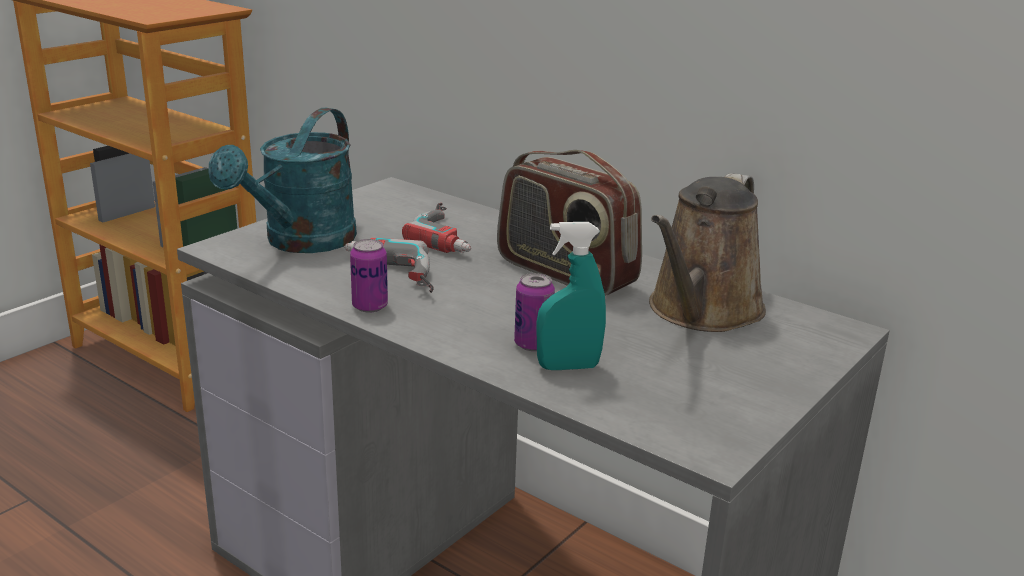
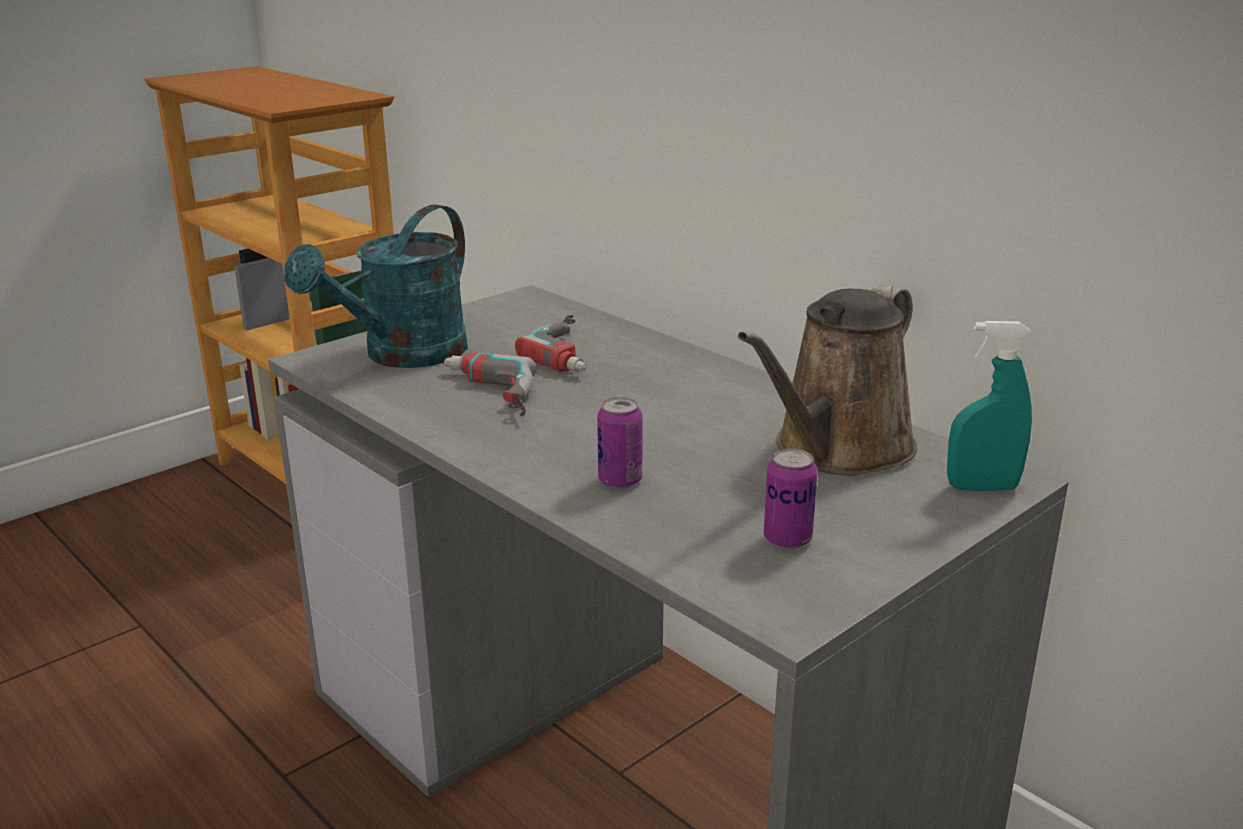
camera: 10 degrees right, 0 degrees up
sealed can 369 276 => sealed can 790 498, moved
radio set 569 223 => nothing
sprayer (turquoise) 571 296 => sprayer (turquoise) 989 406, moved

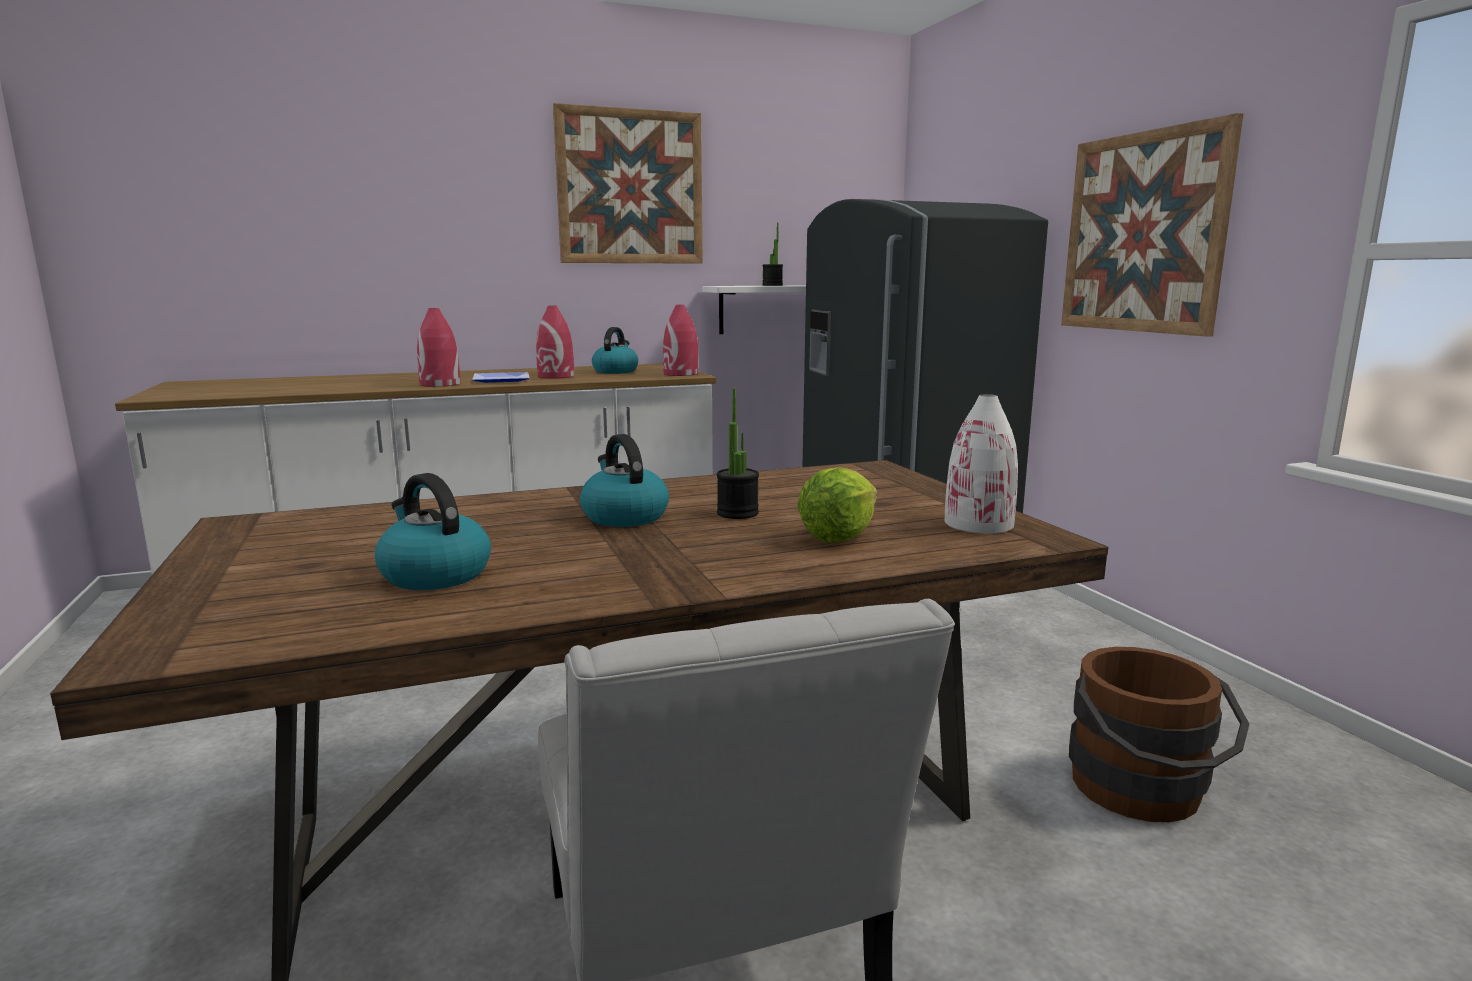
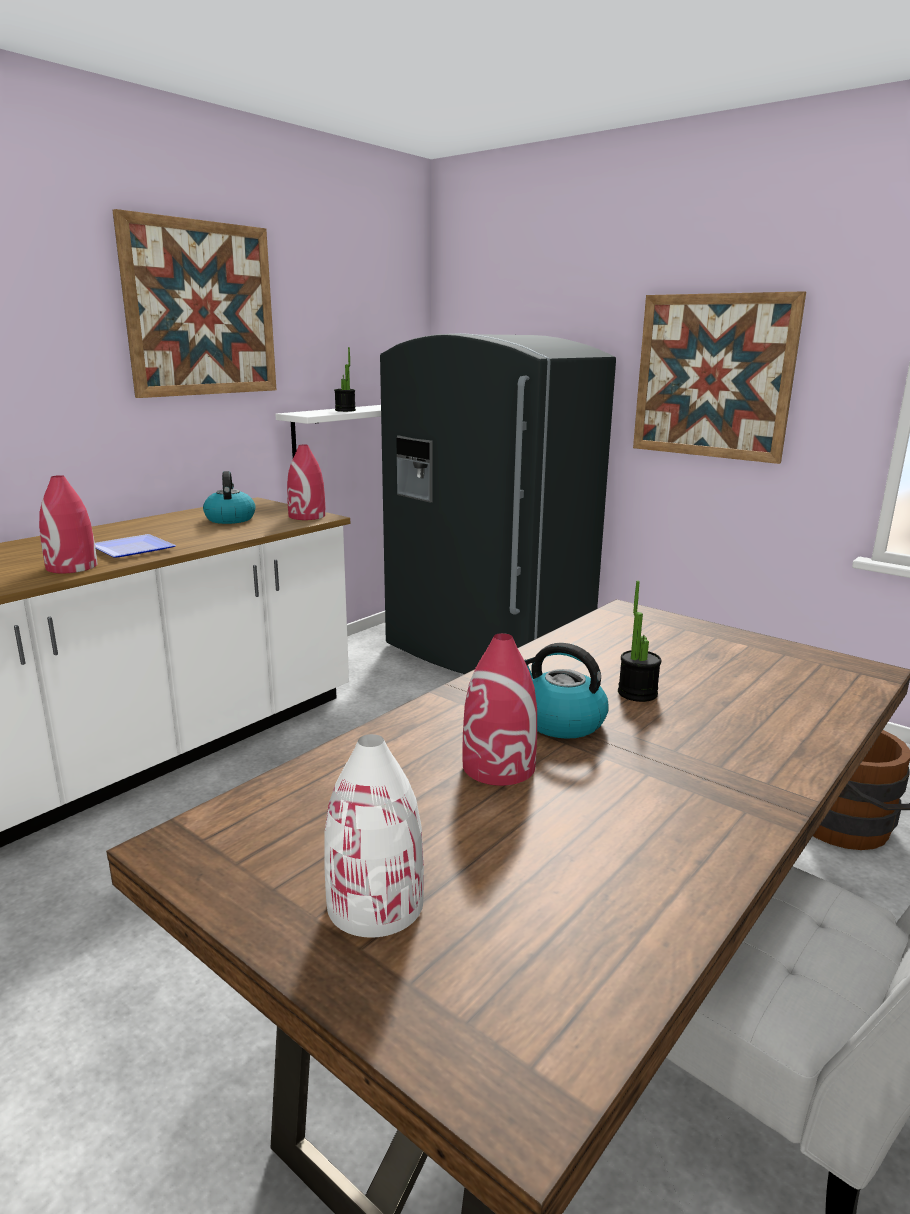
camera: 30 degrees left, 5 degrees up
kettle 433 531 => nothing
decorative vase (red) 555 342 => decorative vase (red) 499 709, moved
lettuce head 837 504 => nothing
decorative vase (white) 981 464 => decorative vase (white) 374 836, moved

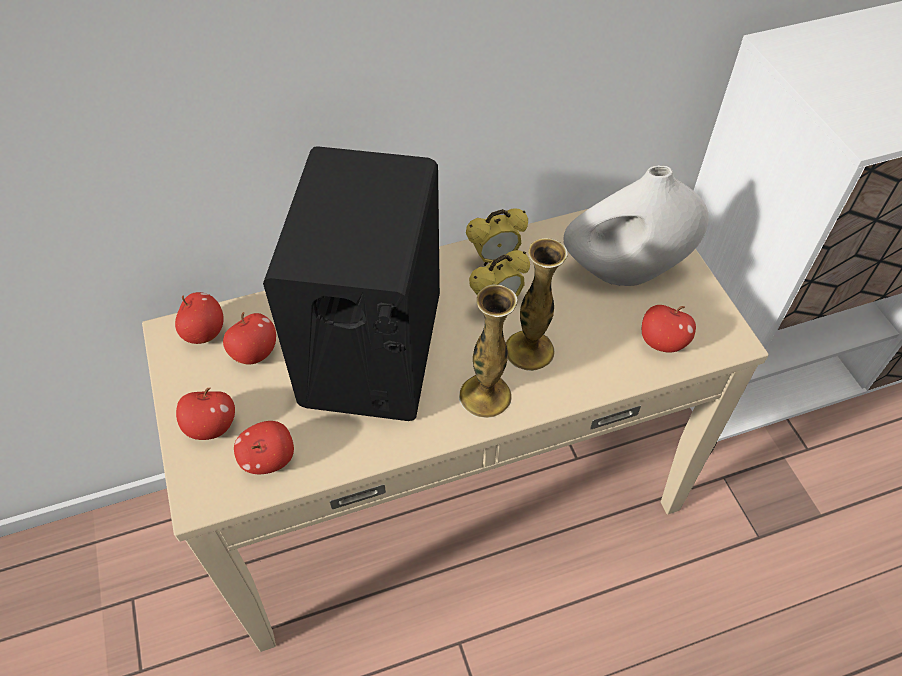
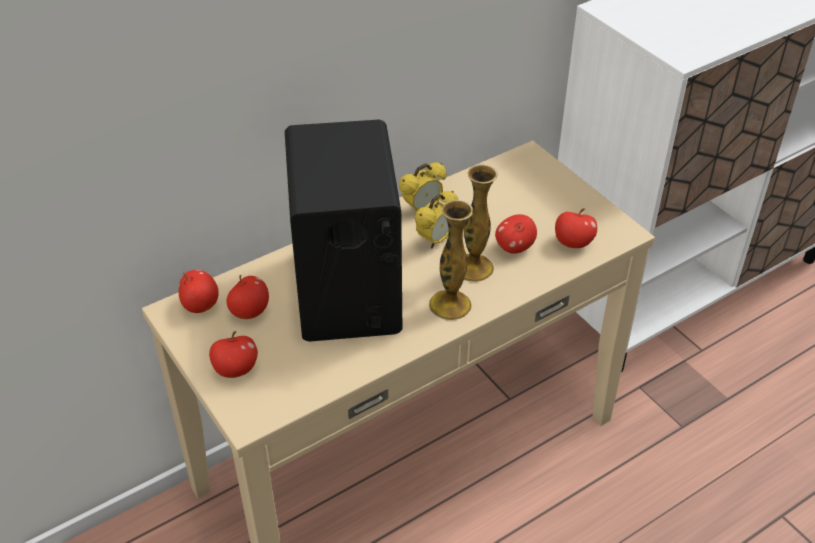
camera: 15 degrees left, 10 degrees down
apple 264 447 => apple 516 234, moved
decorative vase (white) 636 225 => nothing

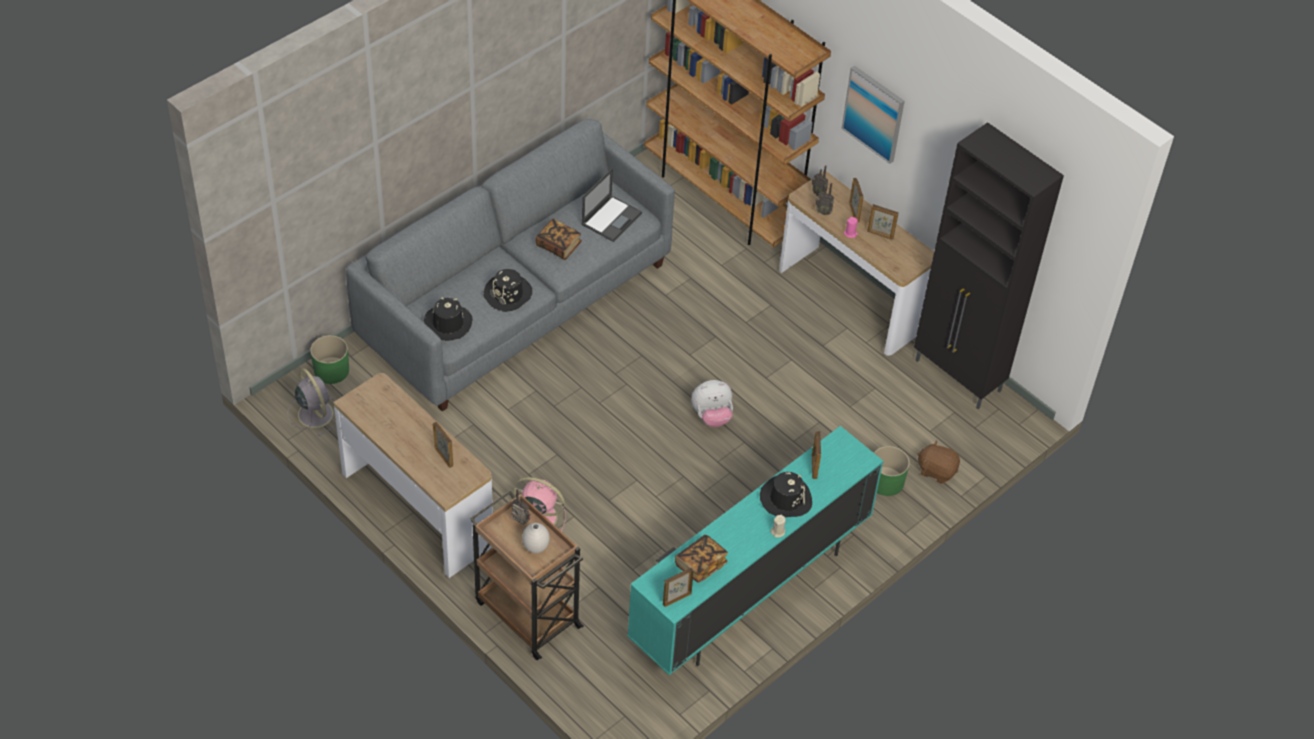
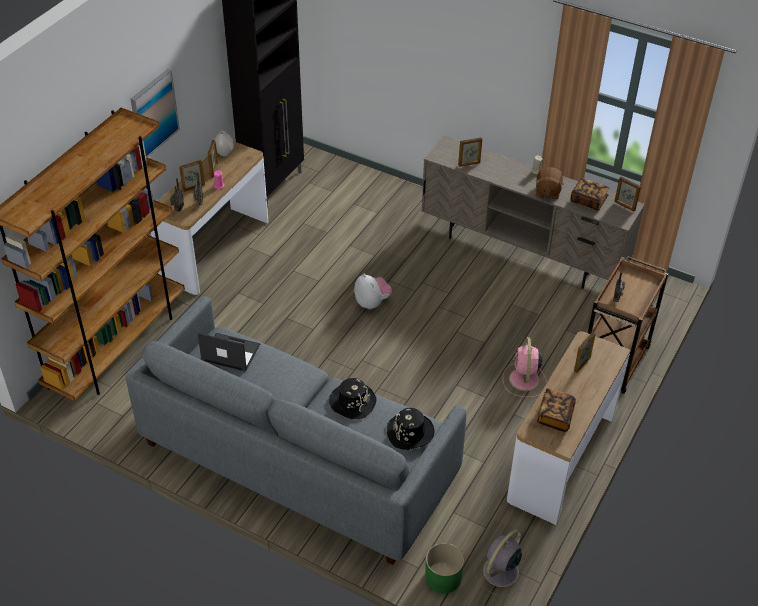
camera: 105 degrees left, 5 degrees down
decorative vase (white) 536 538 => decorative vase (white) 224 143, moved
book 559 239 => book 556 410, moved
tv unit (turquoise) 755 550 => tv unit (beige) 533 212
wearable hat (black) 786 494 => nothing
planter (green) 892 471 => nothing
soft toy (brownish) 938 461 => soft toy (brownish) 549 183, moved

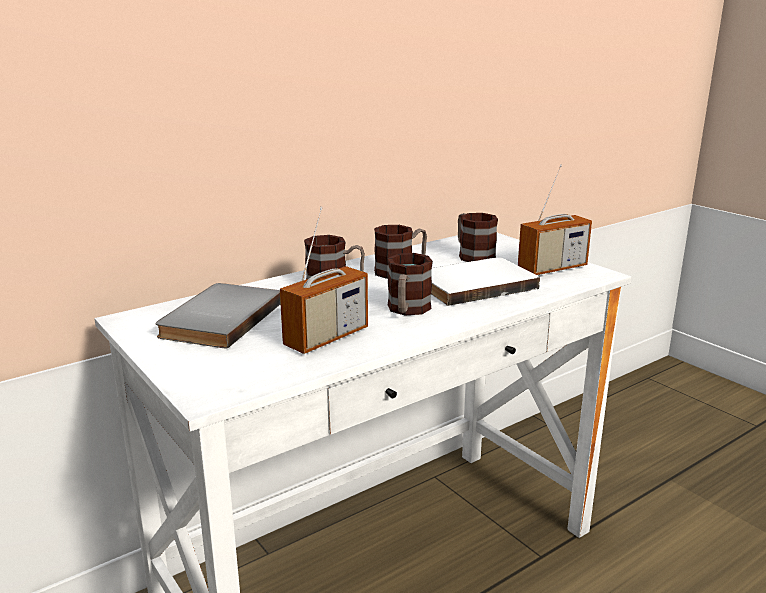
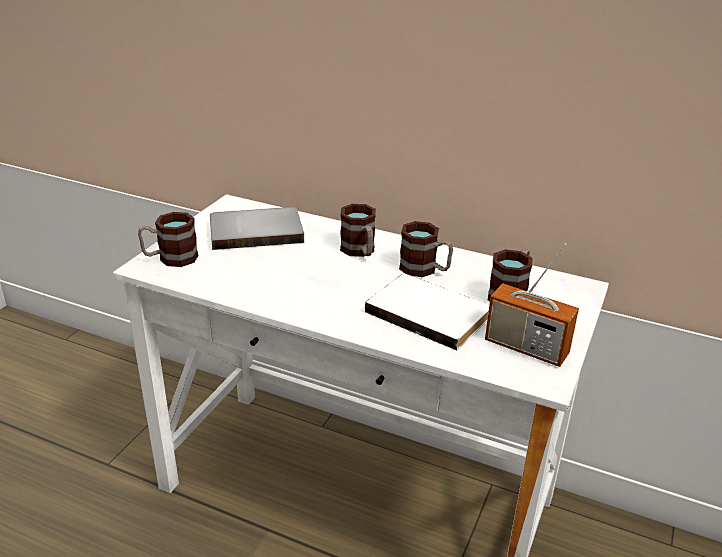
camera: 60 degrees right, 10 degrees up
radio set 324 280 => nothing
mug 410 284 => mug 168 239, moved

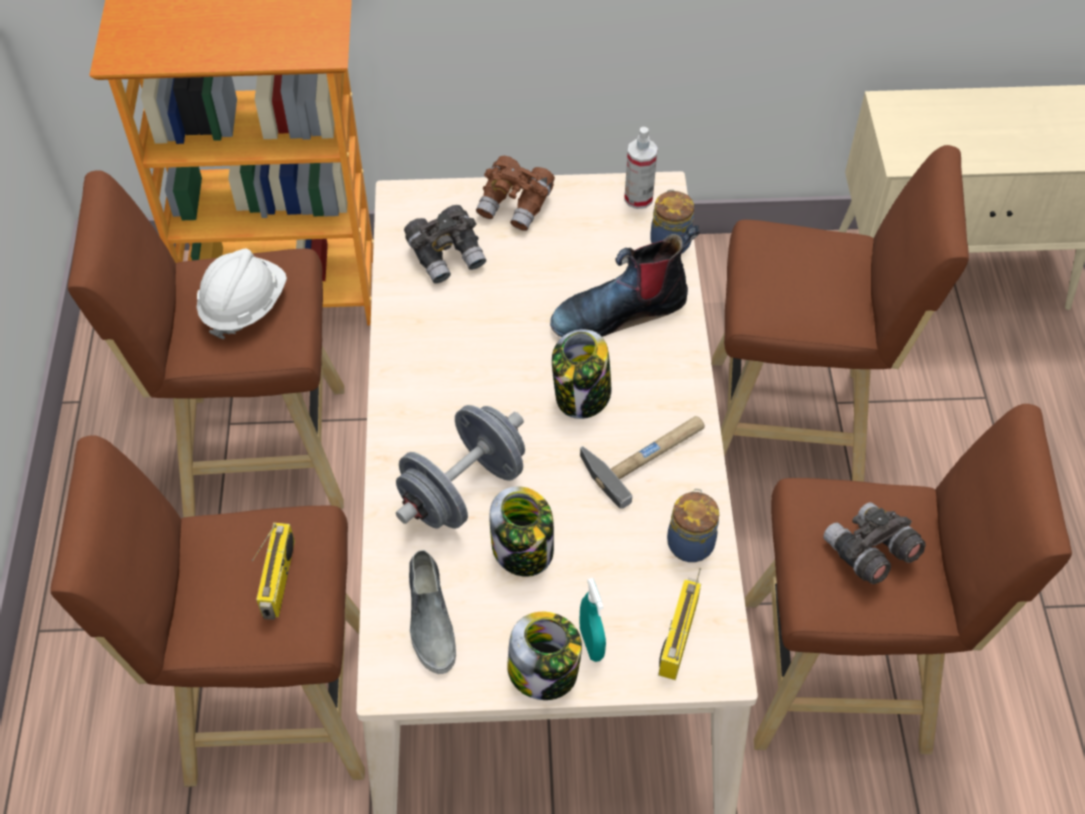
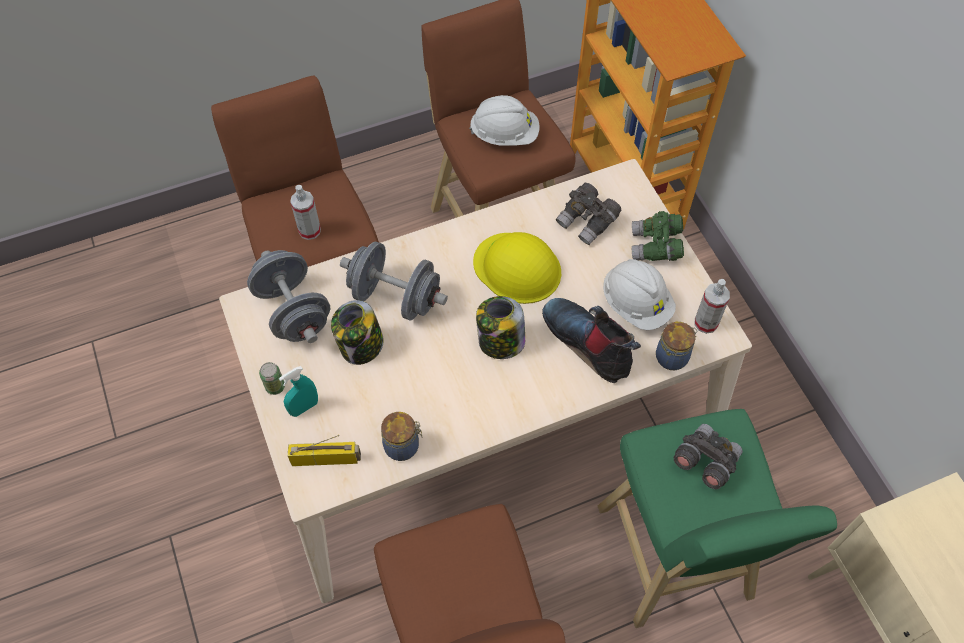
camera: 70 degrees right, 5 degrees up
radio set 273 571 => sprayer 305 212
shoe (gray) 432 612 => hand weight (gray) 288 296
field glasses (brownish) 515 193 => field glasses (green) 658 236
jar 544 656 => sealed can 272 378
hand hammer 642 462 => nothing
stool seat (brownish) 840 313 => stool seat (green) 717 518
field glasses (gray) 874 543 => field glasses (gray) 708 456, moved
nothing => hard hat (yellow) 517 268
nothing => hard hat (white) 639 294

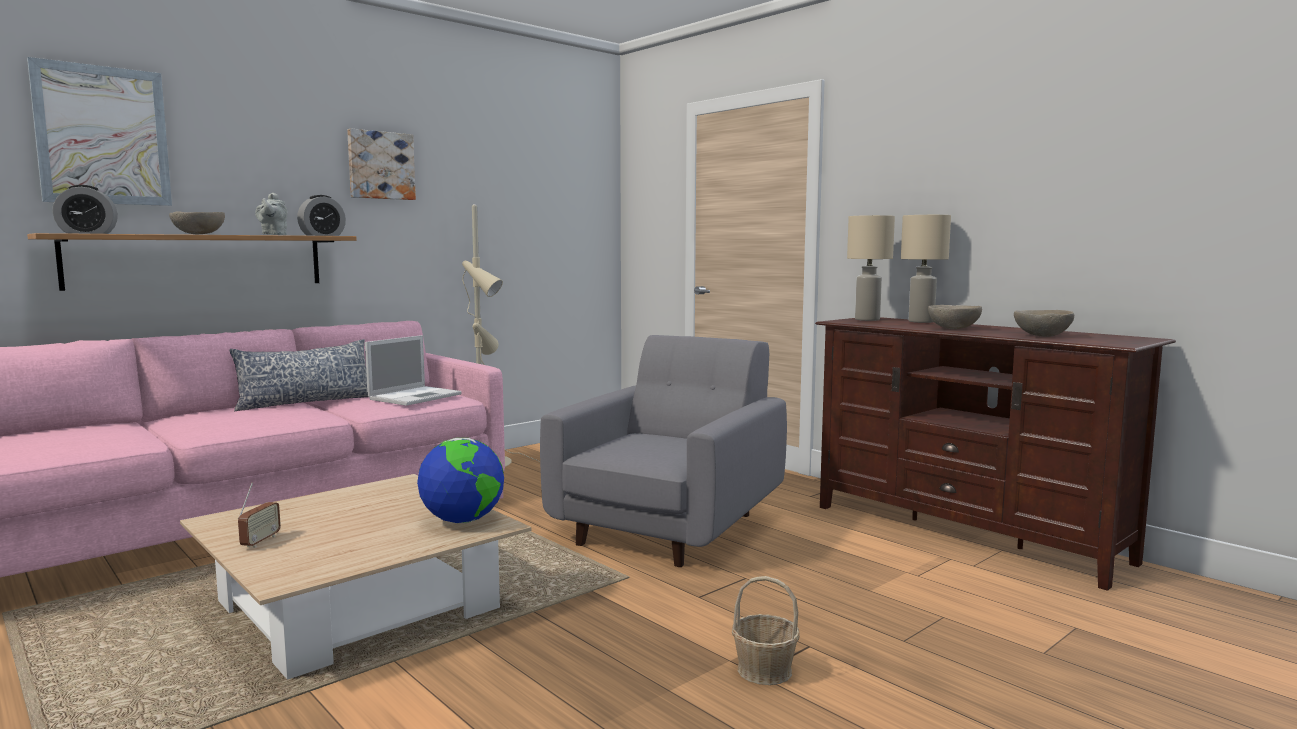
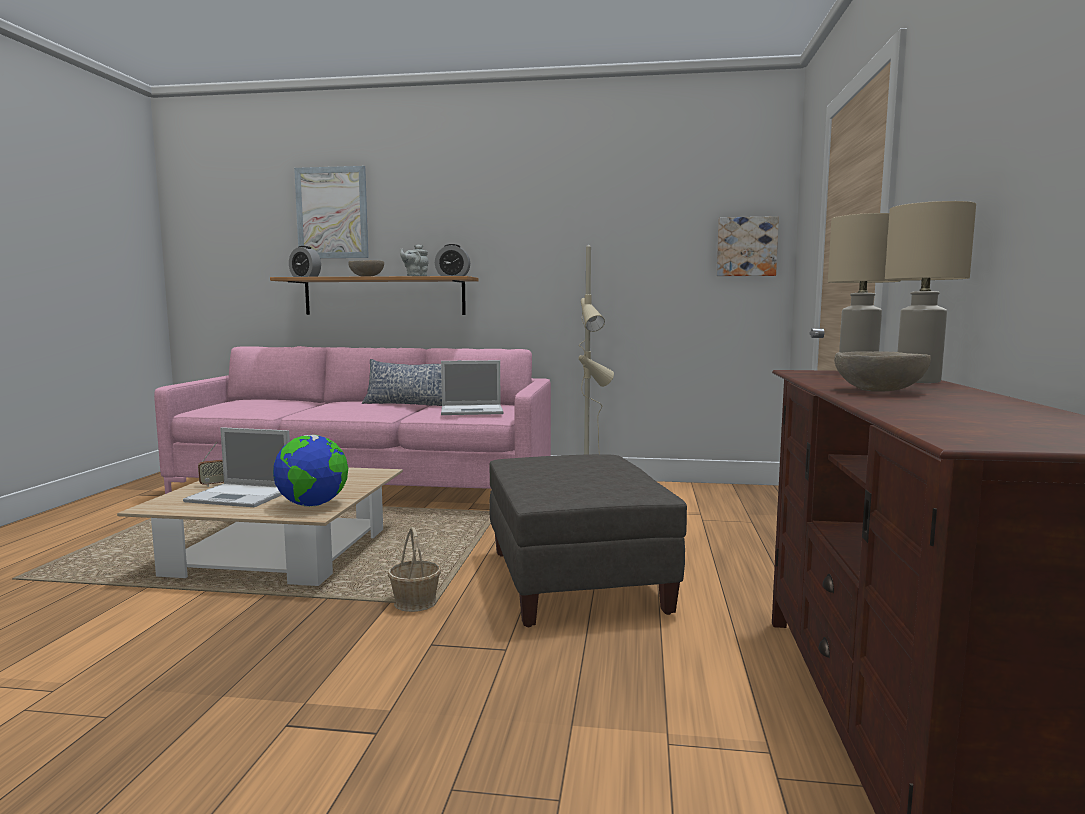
camera: 50 degrees right, 0 degrees up
wall art 381 164 => wall art 748 246, moved
easy chair (gray) 663 451 => ottoman (gray) 588 540
storage basket 766 630 => storage basket 414 569, moved
serving bowl (beige) 1044 323 => nothing
nothing => portable computer 236 467

